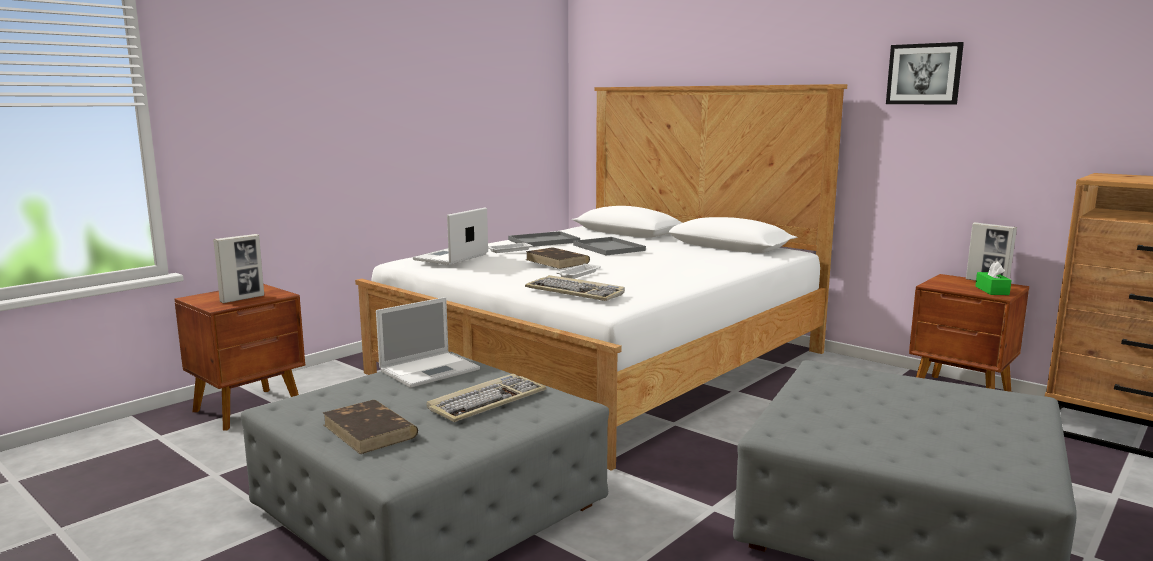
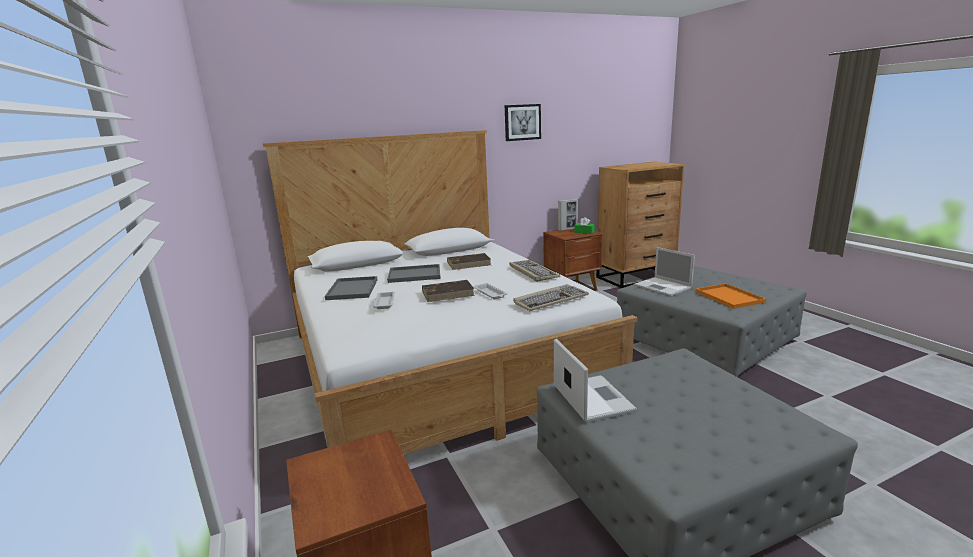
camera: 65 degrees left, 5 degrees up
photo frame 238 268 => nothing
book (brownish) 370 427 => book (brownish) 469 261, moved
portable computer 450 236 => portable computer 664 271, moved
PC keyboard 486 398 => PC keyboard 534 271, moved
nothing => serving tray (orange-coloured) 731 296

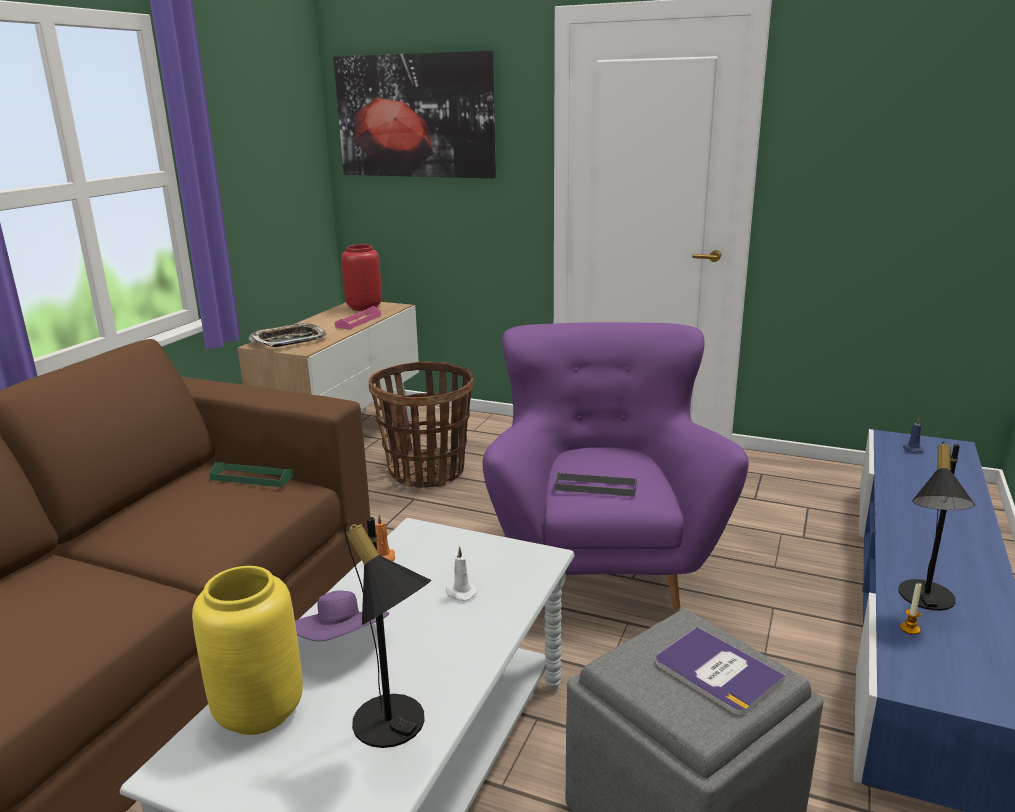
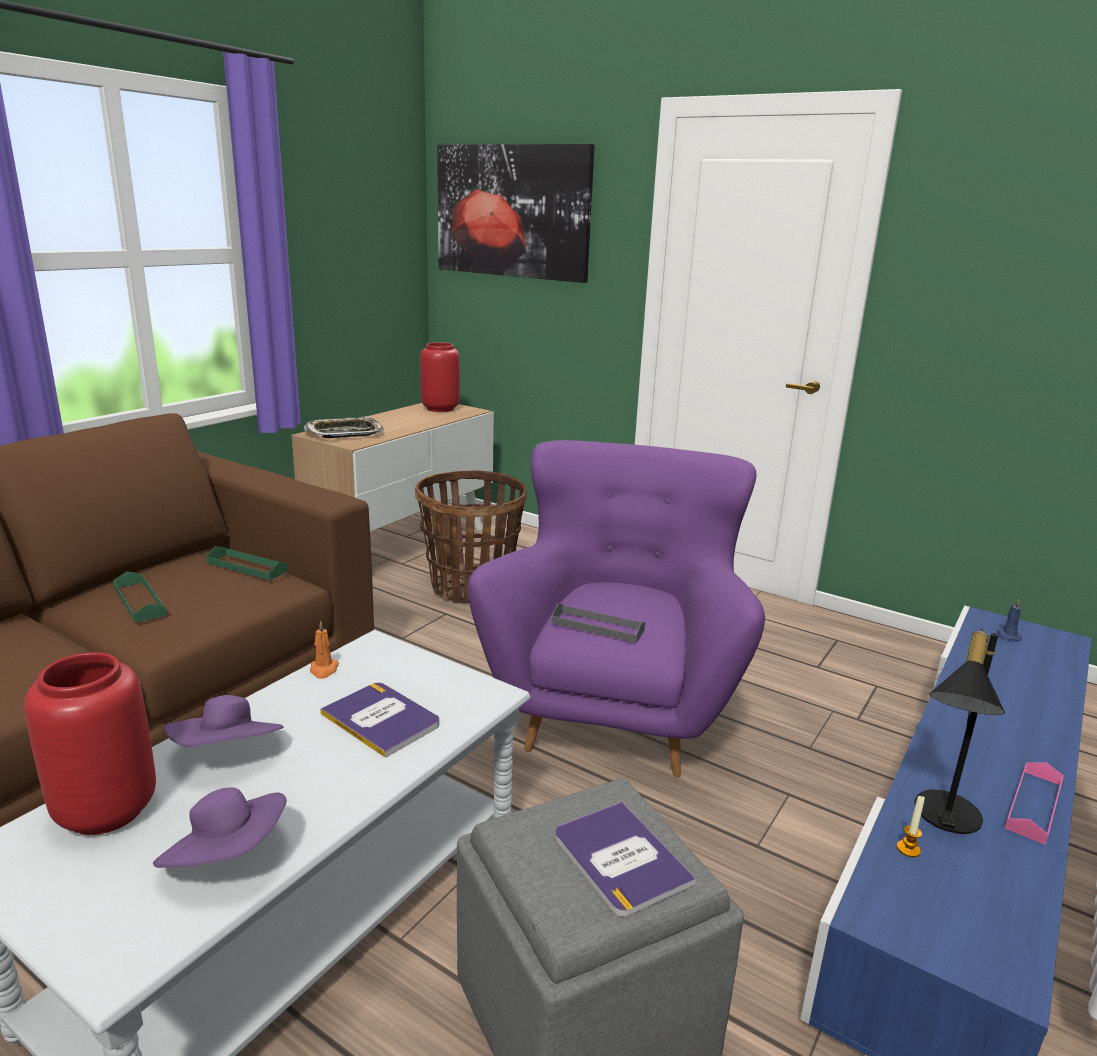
camera: 10 degrees right, 0 degrees up
decorative vase (yellow) 247 650 => decorative vase (red) 90 743
serving tray (pink-coloured) 358 317 => serving tray (pink-coloured) 1034 803, moved
lamp for a table (black) 388 632 => wearable hat (purple-coloured) 220 828
wax light (white) 461 573 => book 380 720
nothing => serving tray (green) 139 597

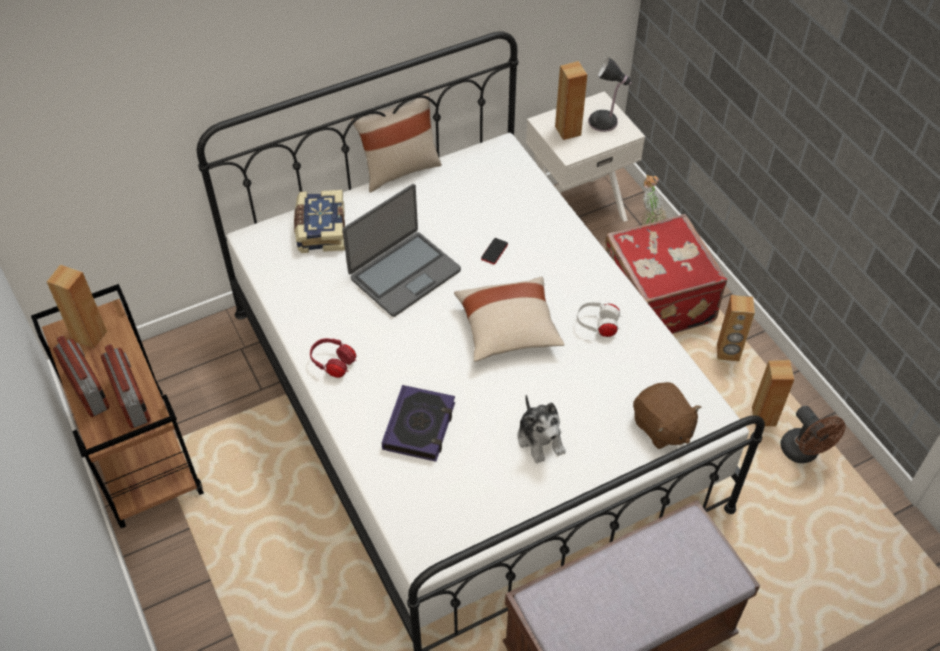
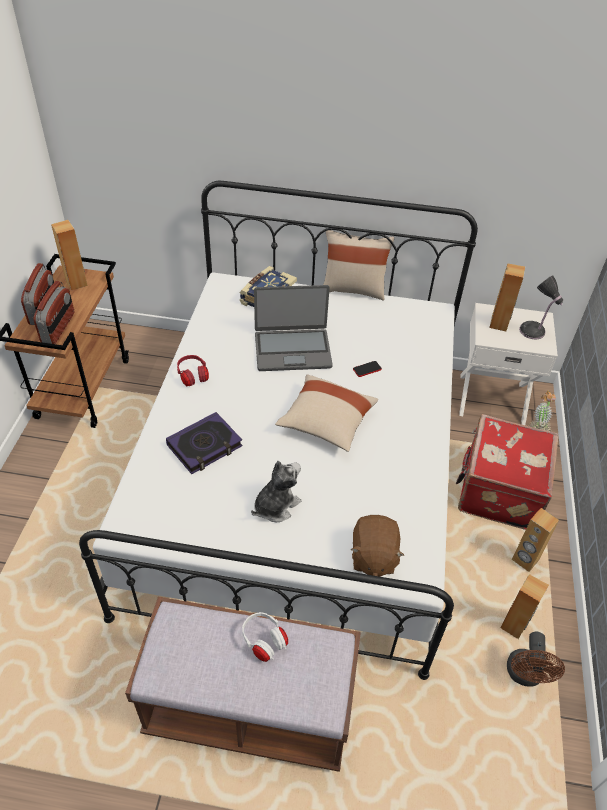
camera: 35 degrees right, 5 degrees down
soft toy 541 429 => soft toy 276 492, 150 degrees counterclockwise
pair of headphones (white) 600 319 => pair of headphones (white) 265 637, moved

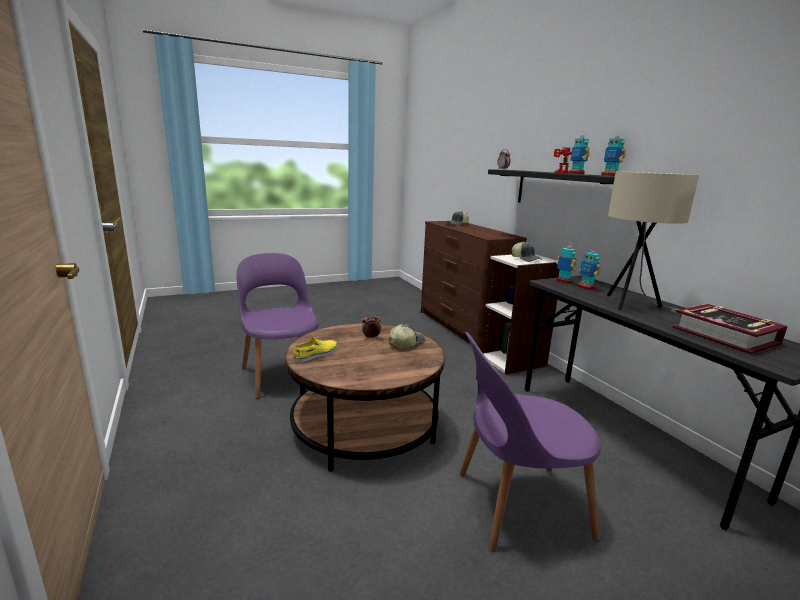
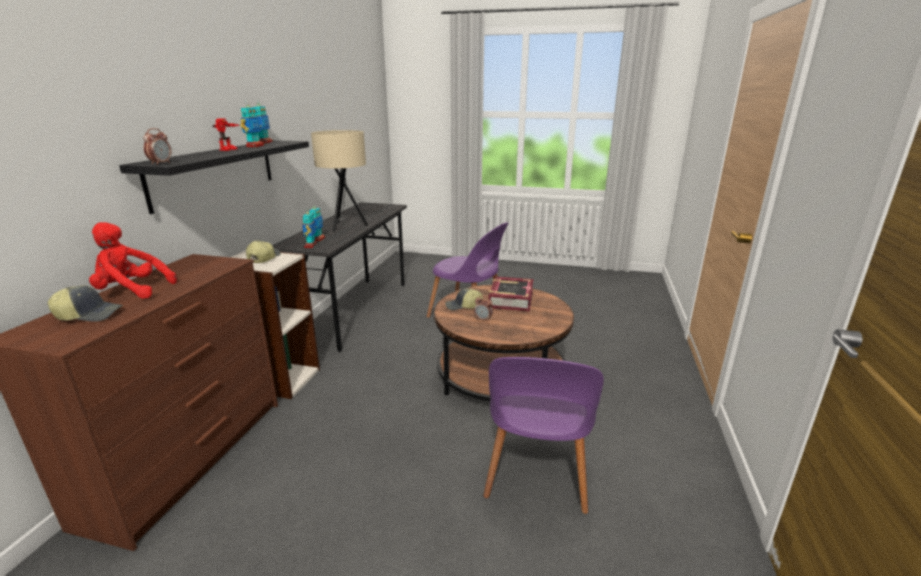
camera: 140 degrees left, 5 degrees up
shoe (yellow) 315 350 => nothing
book 730 329 => book 511 293, moved
nothing => soft toy (red) 133 260

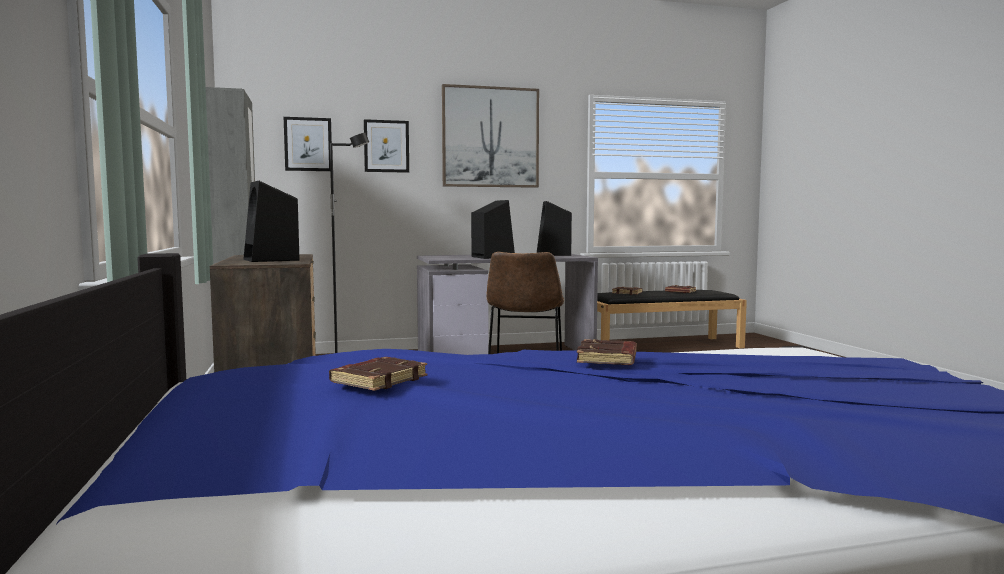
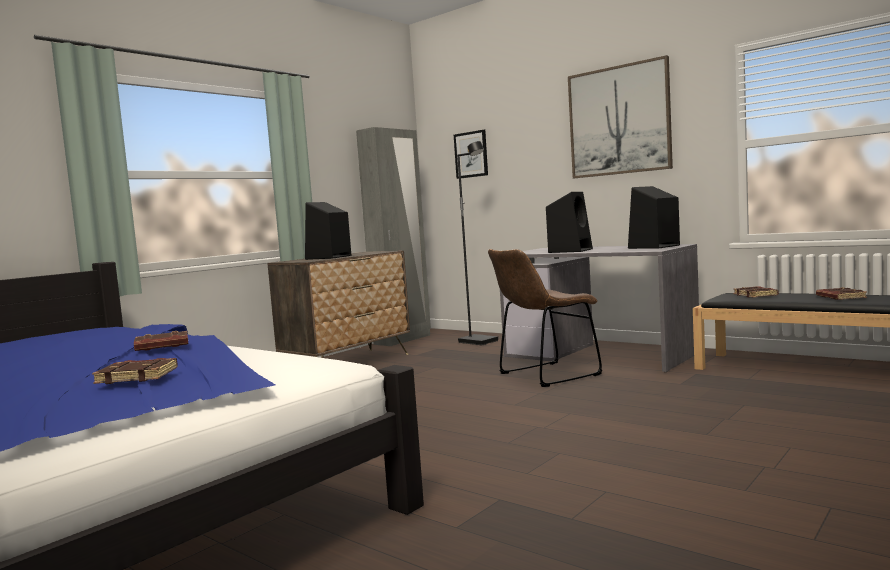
camera: 55 degrees right, 0 degrees up
book (brownish) 378 374 => book (brownish) 135 371, moved
wall art 386 146 => nothing

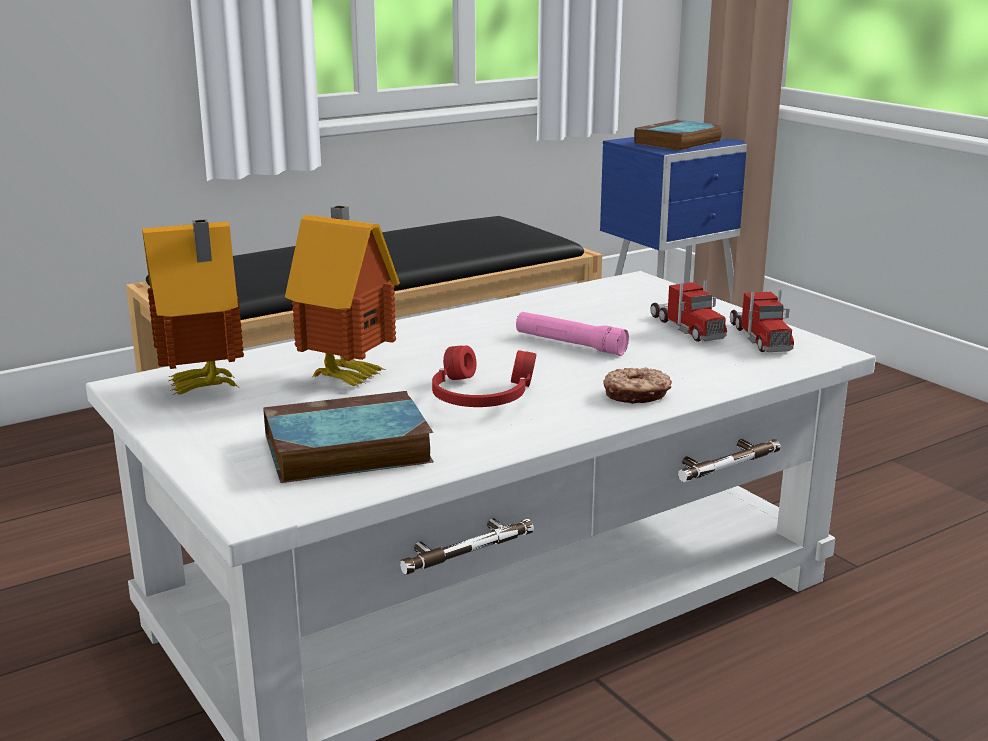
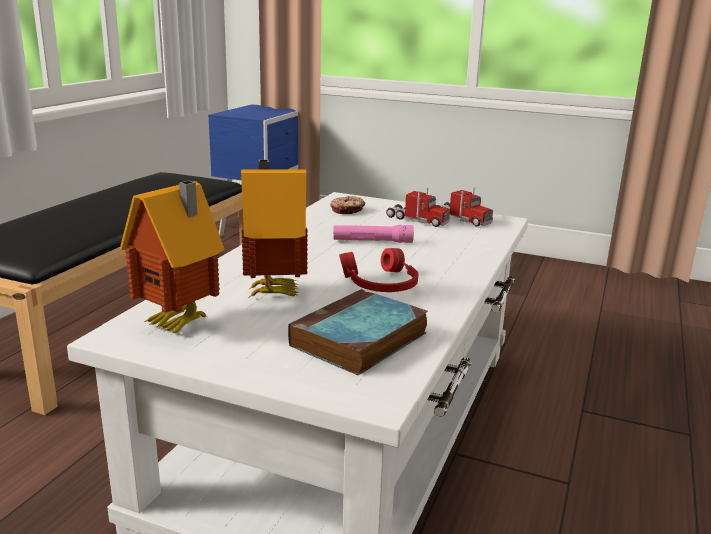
camera: 35 degrees left, 0 degrees up
doughnut 637 385 => doughnut 347 205, moved
book 678 135 => nothing

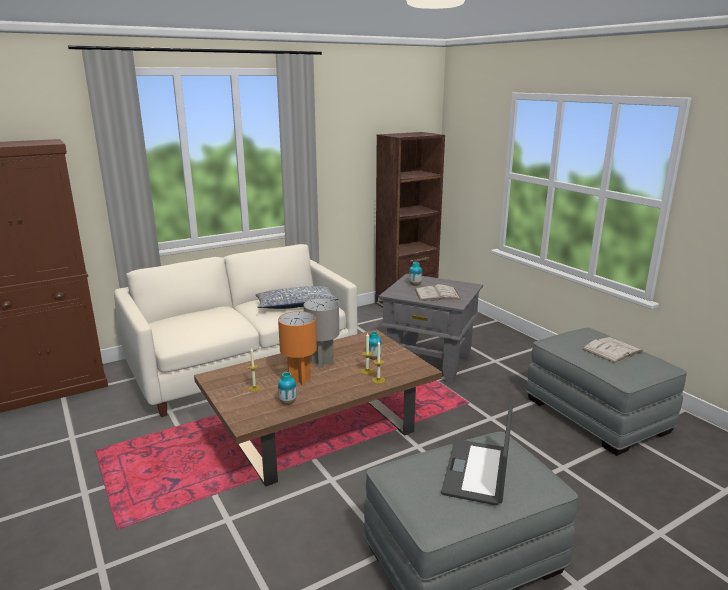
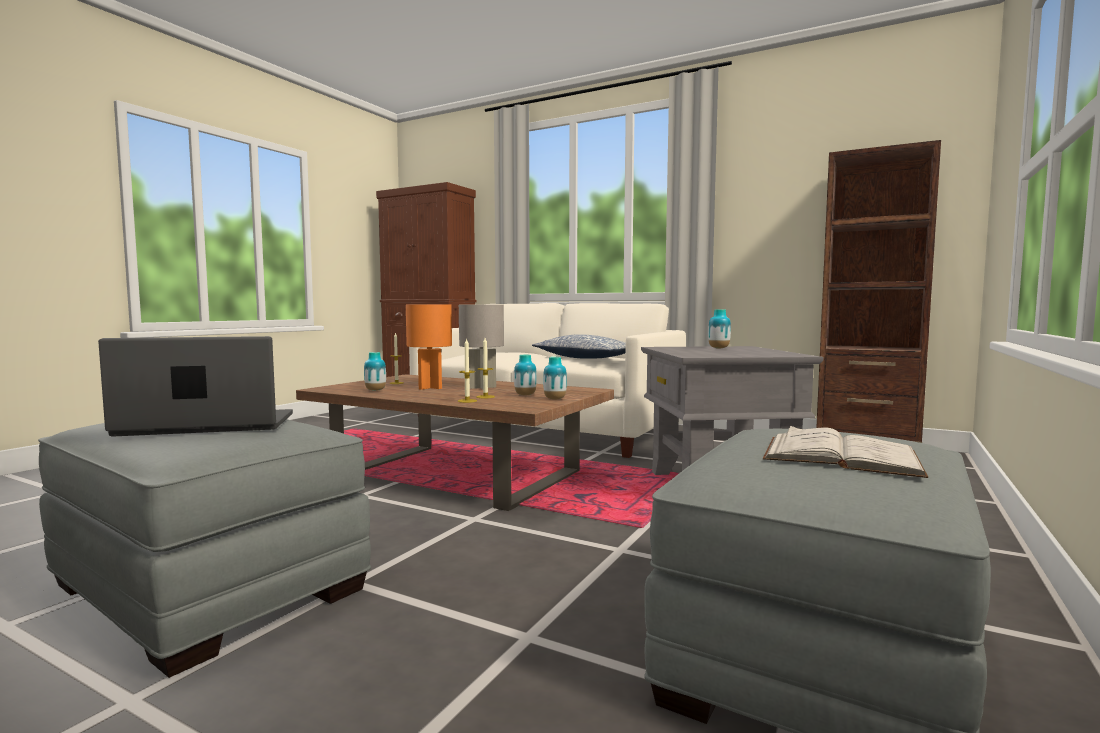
camera: 60 degrees right, 15 degrees down
book (white) 438 292 => nothing
nothing => decorative vase 555 378

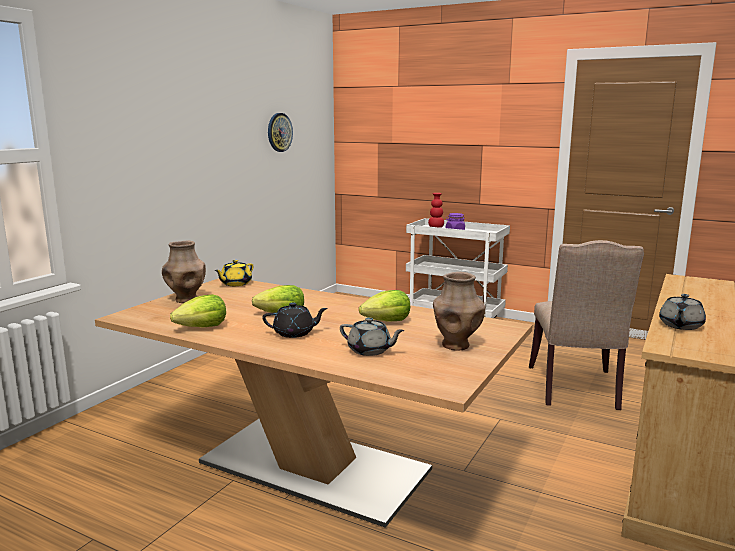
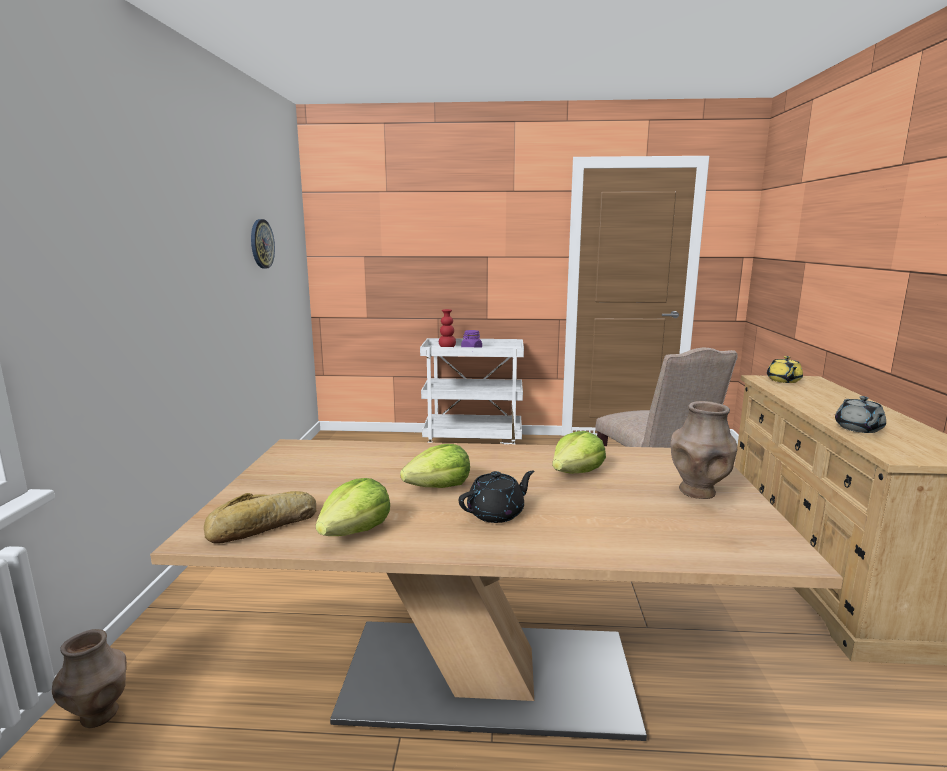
camera: 25 degrees left, 0 degrees up
decorative vase (brownish) 184 272 => decorative vase (brownish) 89 678, moved
teapot (yellow) 234 273 => teapot (yellow) 785 369, moved
teapot (gray) 372 337 => nothing
nothing => bakery bread 260 517

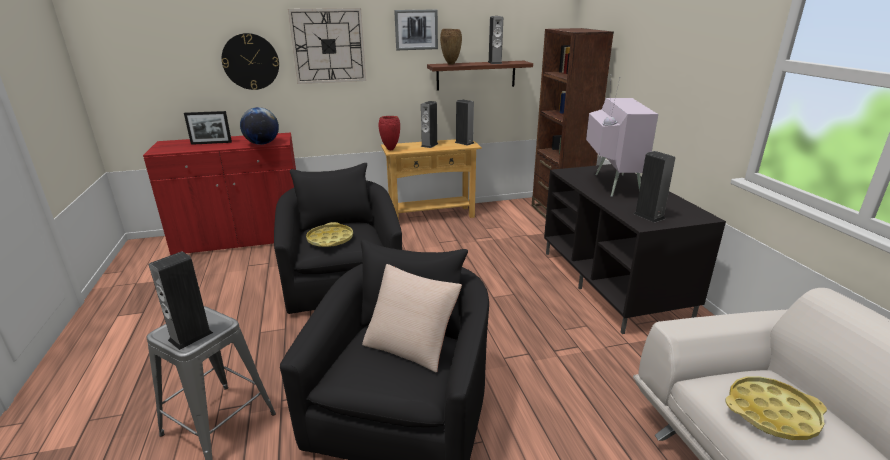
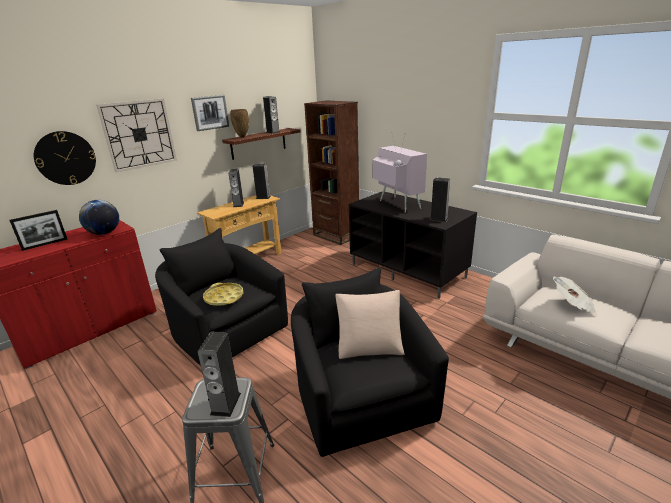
camera: 30 degrees left, 0 degrees up
decorative vase (red) 389 133 => nothing
serving tray (yellow) 776 408 => printed paper 575 296

